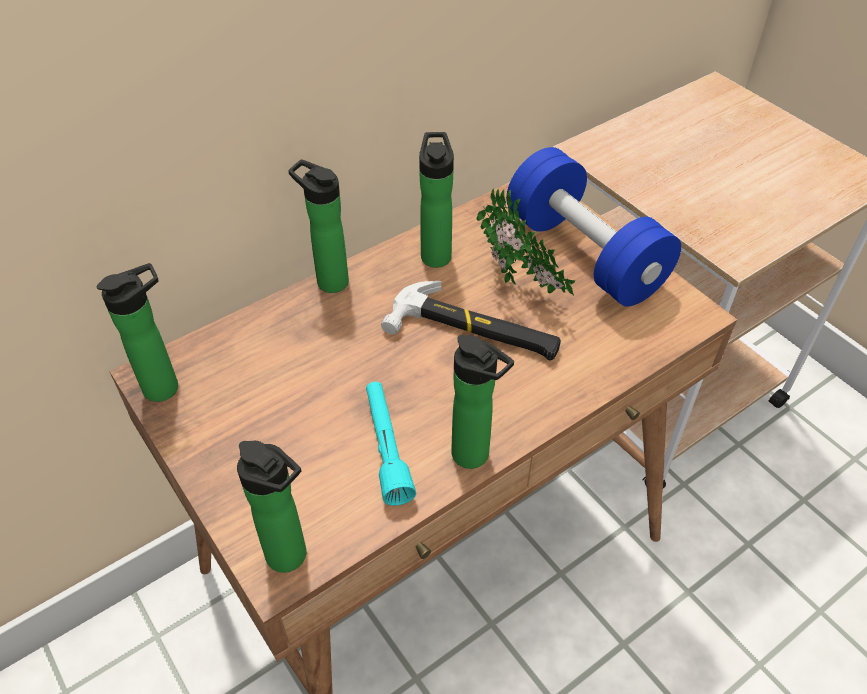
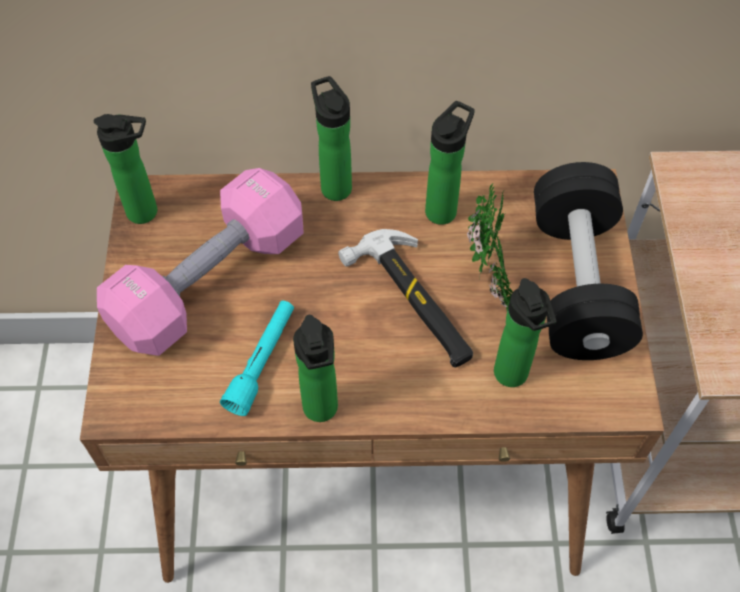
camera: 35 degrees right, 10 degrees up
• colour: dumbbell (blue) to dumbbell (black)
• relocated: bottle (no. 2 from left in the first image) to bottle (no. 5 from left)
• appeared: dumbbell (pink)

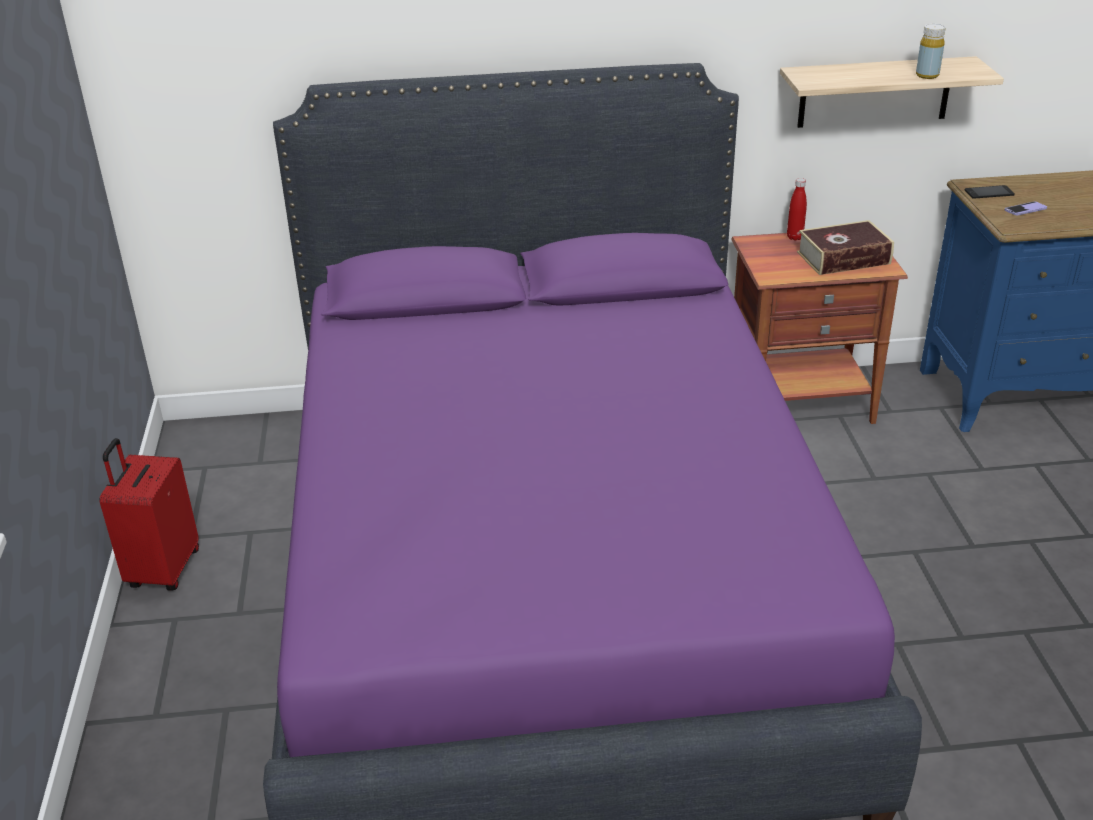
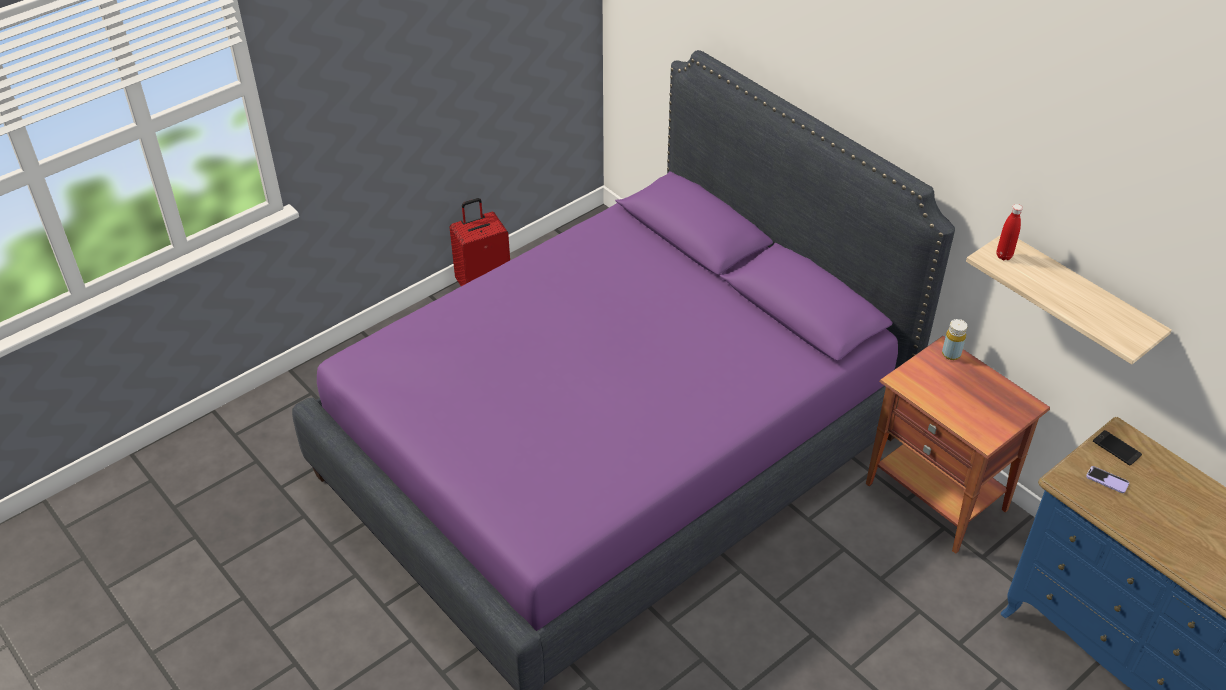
camera: 55 degrees right, 10 degrees up
• relocated: bottle (yellow)
• relocated: bottle (red)
• missing: book

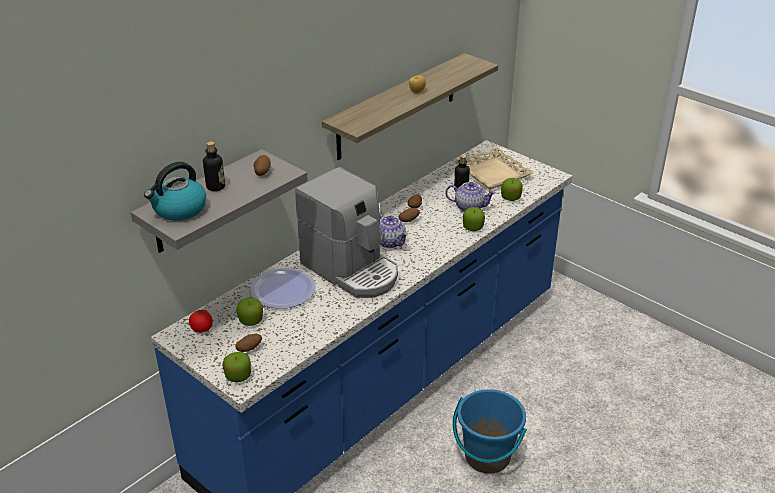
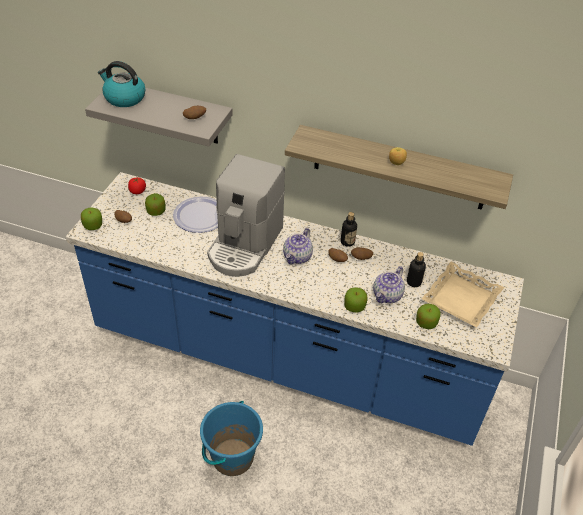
camera: 65 degrees right, 10 degrees up
• relocated: bottle (no. 1 from left)
• spun: teapot (no. 2 from left) 45 degrees clockwise

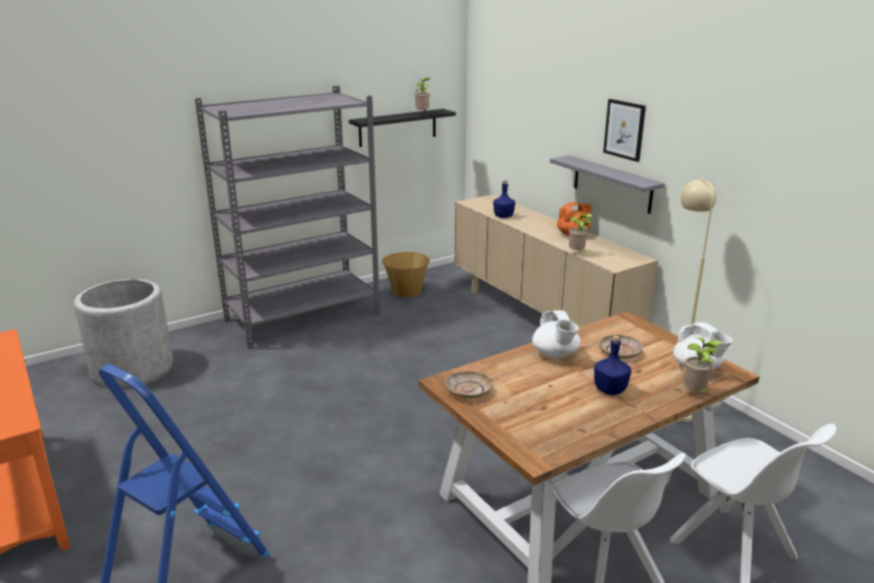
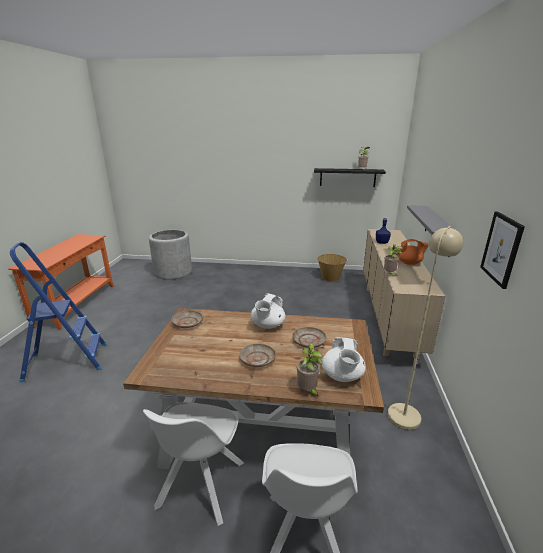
camera: 40 degrees right, 0 degrees up
• missing: bookcase (grey)
• relocated: picture
• exchanged: bottle (blue) (no. 2 from left) to plate (beige) (no. 2 from left)

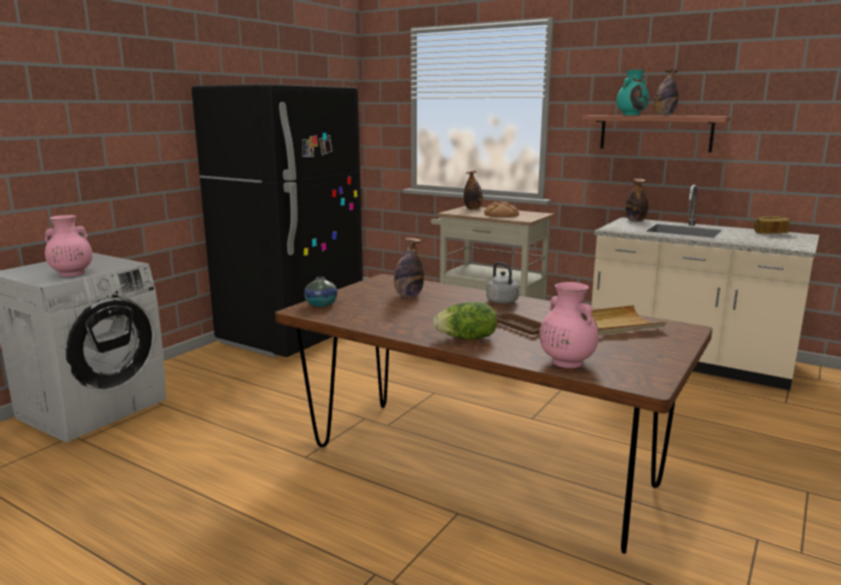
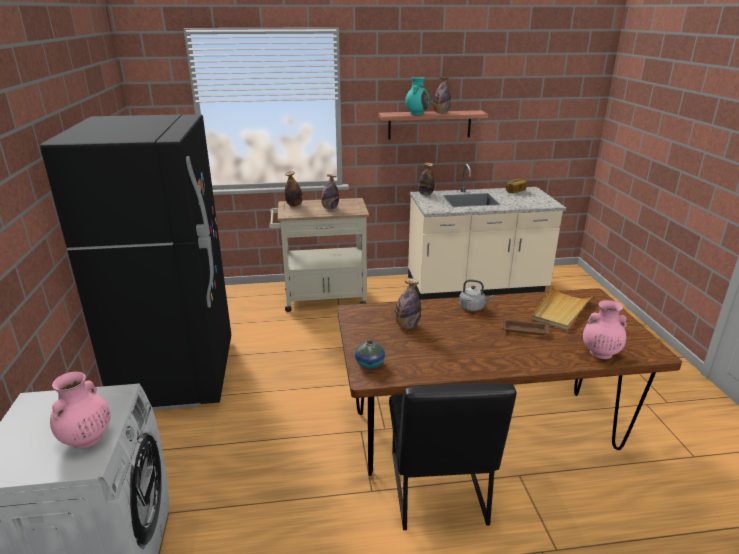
camera: 40 degrees left, 10 degrees up
• exchanged: bread (no. 1 from left) to bottle (no. 2 from left)
• missing: lettuce
• appeared: chair (black)

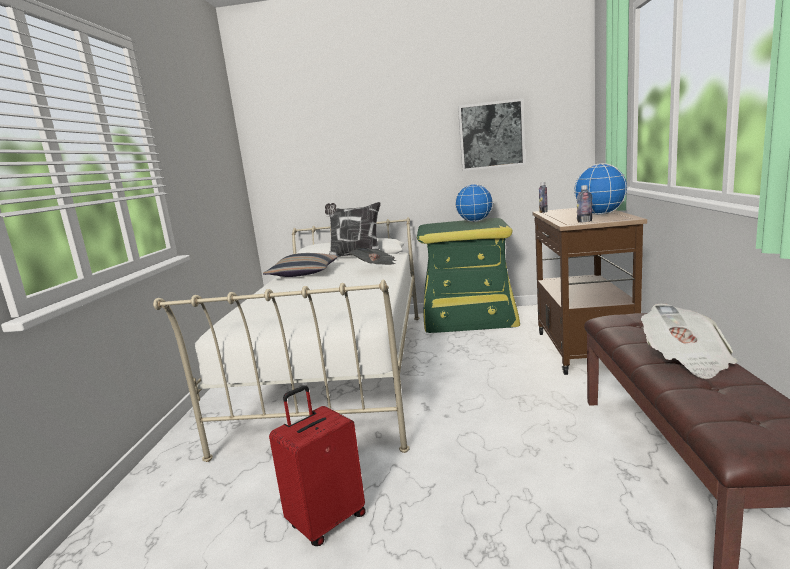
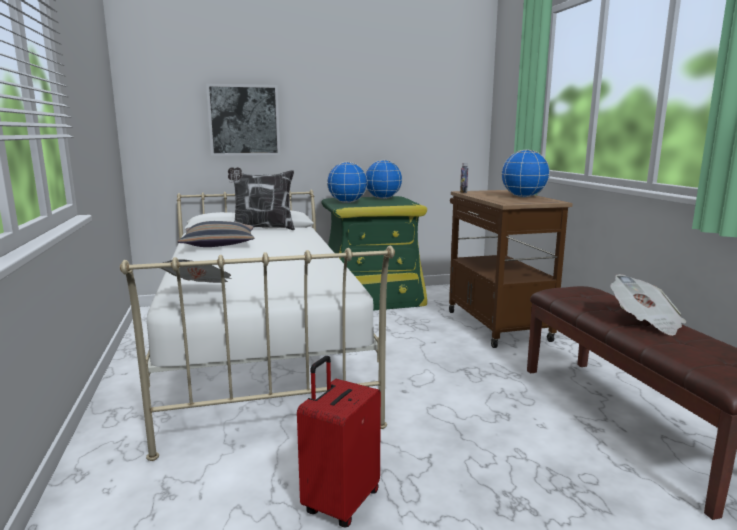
camera: 20 degrees left, 0 degrees up
• relocated: picture
• missing: bottle (no. 2 from left)
• relocated: newspaper (no. 1 from left)
• appeared: globe (no. 1 from left)

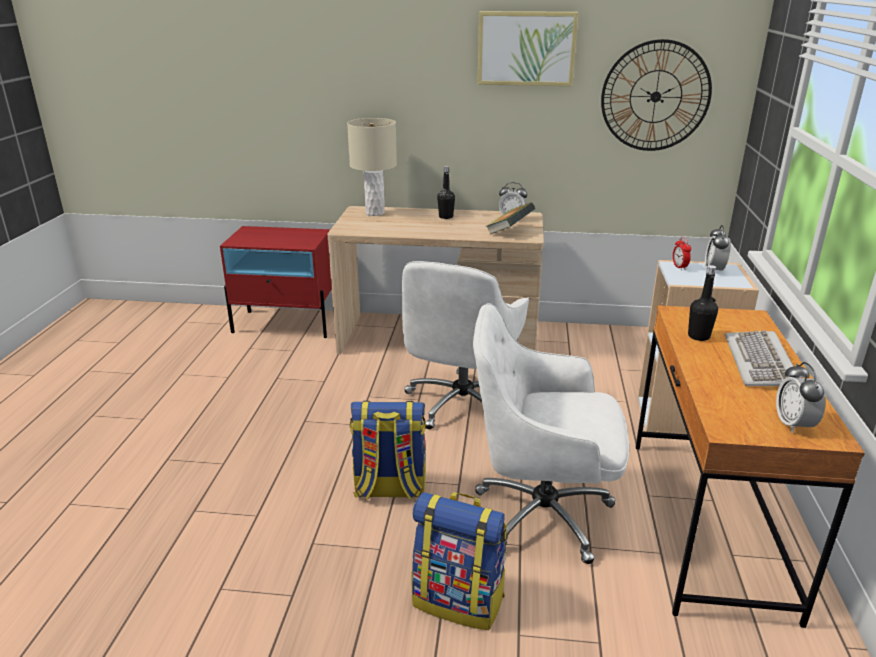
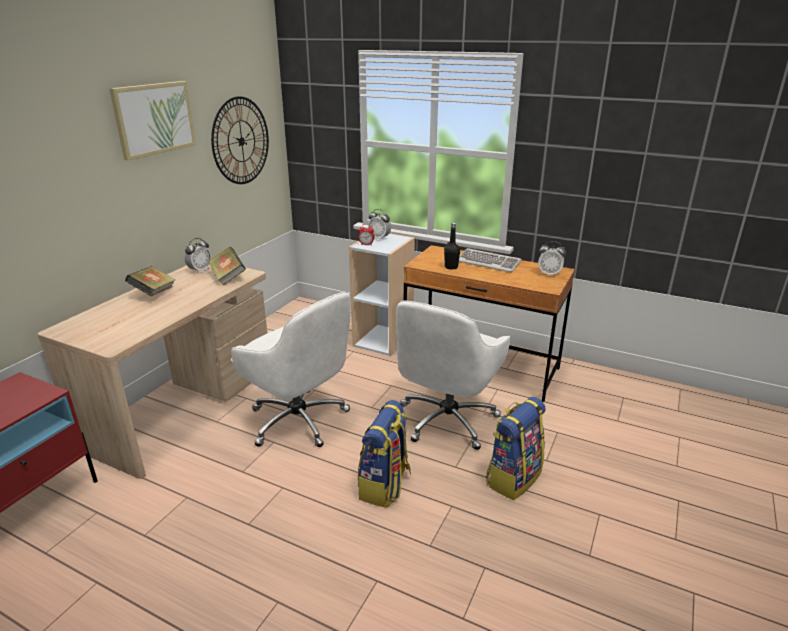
camera: 70 degrees left, 0 degrees up
• missing: table lamp (beige)
• exchanged: bottle (black) (no. 1 from left) to book (no. 1 from left)

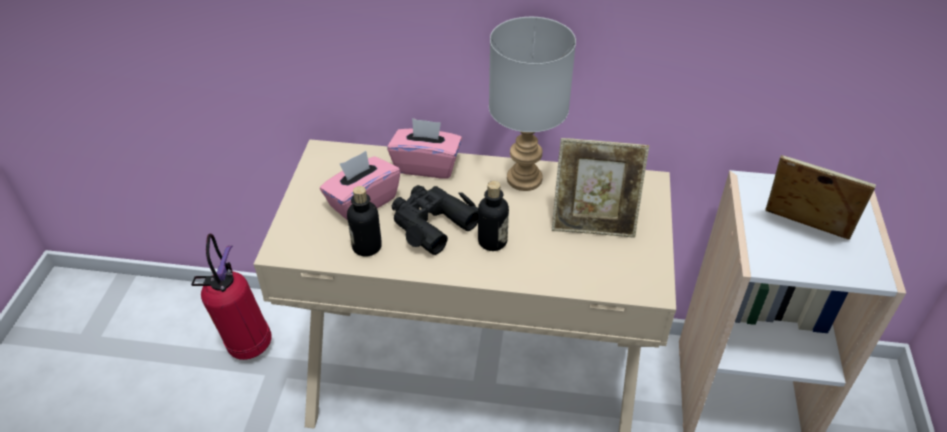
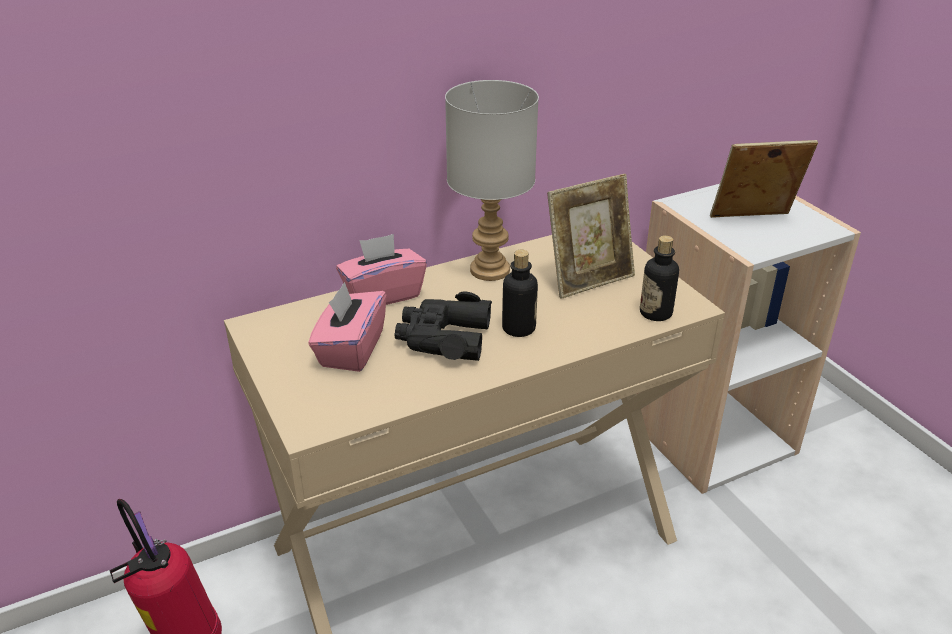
camera: 35 degrees left, 10 degrees down
• relocated: bottle (no. 1 from left in the first image) to bottle (no. 2 from left)

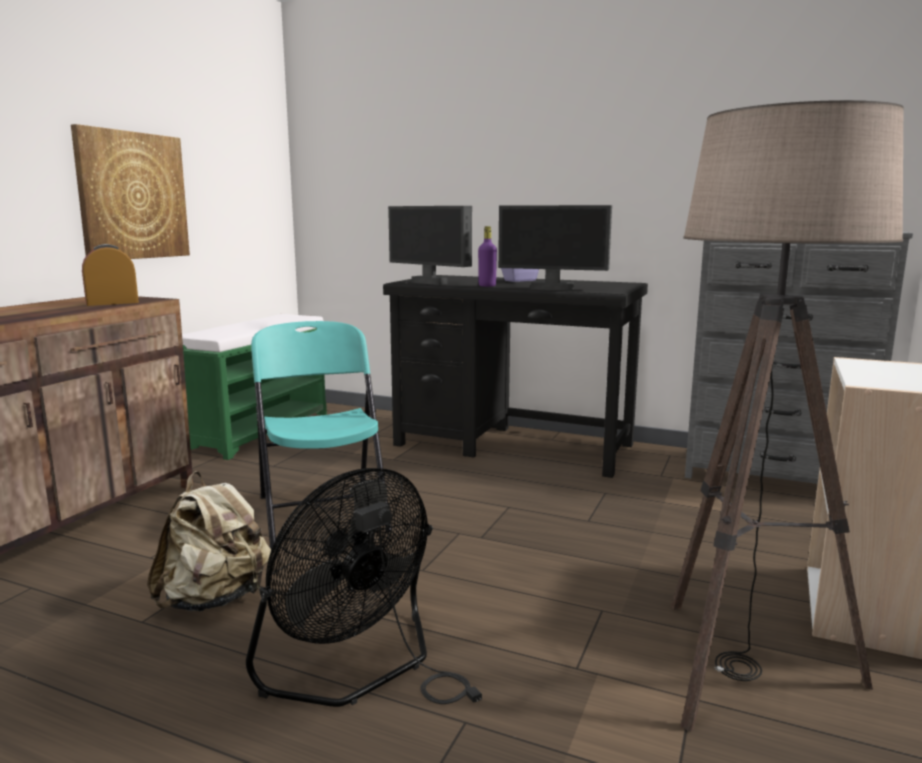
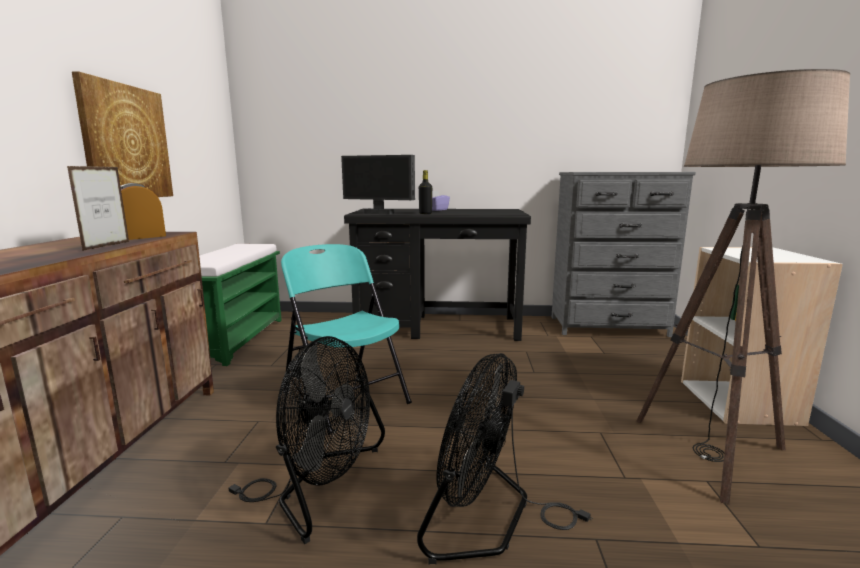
camera: 20 degrees left, 0 degrees up
• missing: monitor (no. 2 from left)
• colour: bottle (purple) to bottle (black)
• exchanged: backpack (beige) to fan (black) (no. 1 from left)
• appeared: picture frame

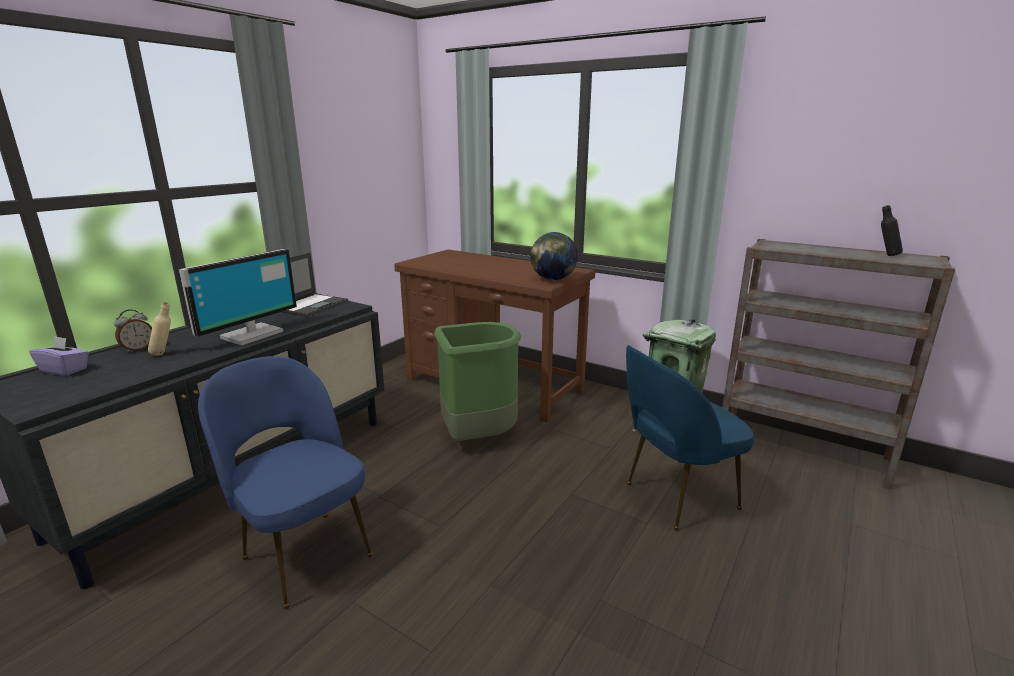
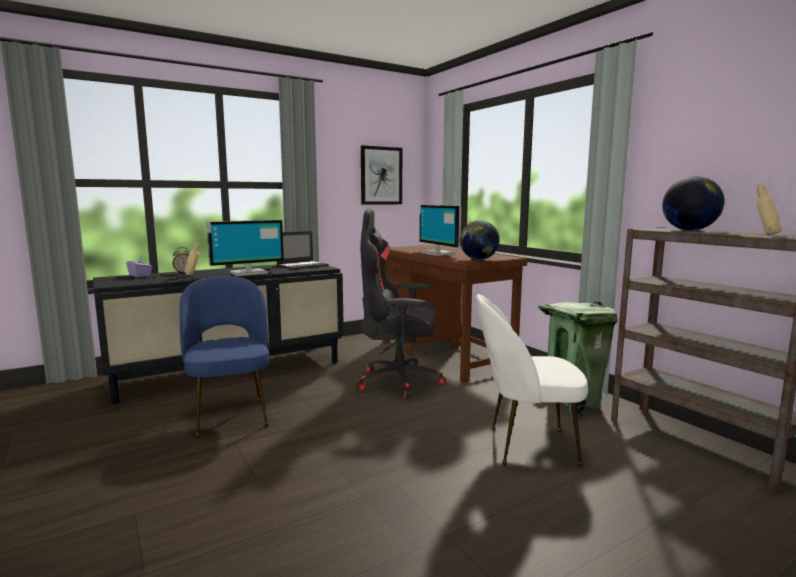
camera: 25 degrees right, 10 degrees down
• colour: bottle (black) to bottle (beige) (no. 2 from left)
• exchanged: trash can (green) (no. 1 from left) to office chair (black)
• colour: chair (blue) (no. 2 from left) to chair (white)
• appeared: picture
• appeared: globe (no. 2 from left)
• appeared: monitor (no. 2 from left)

